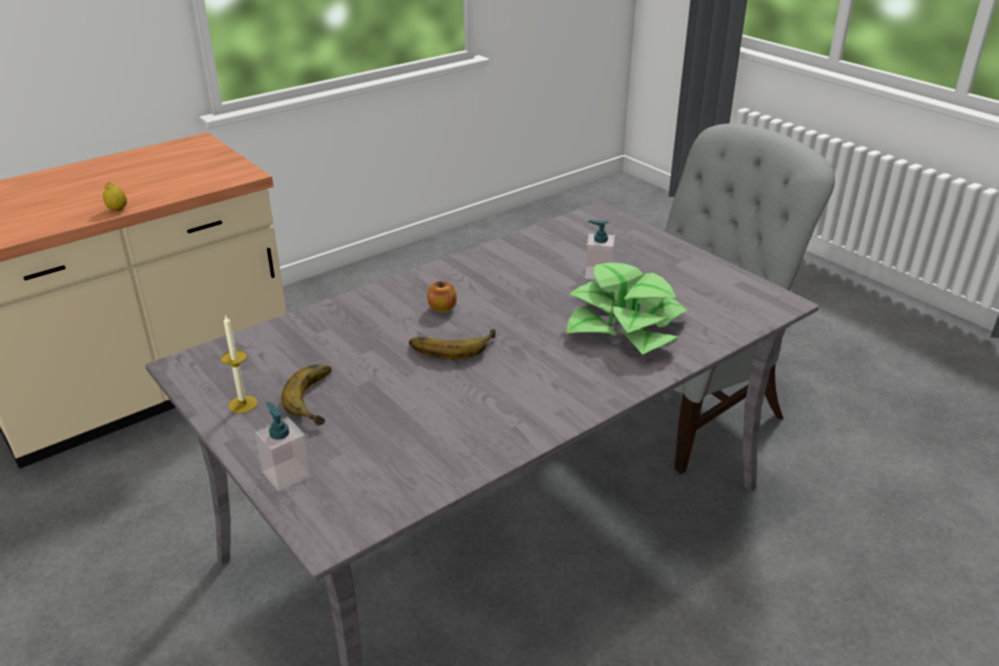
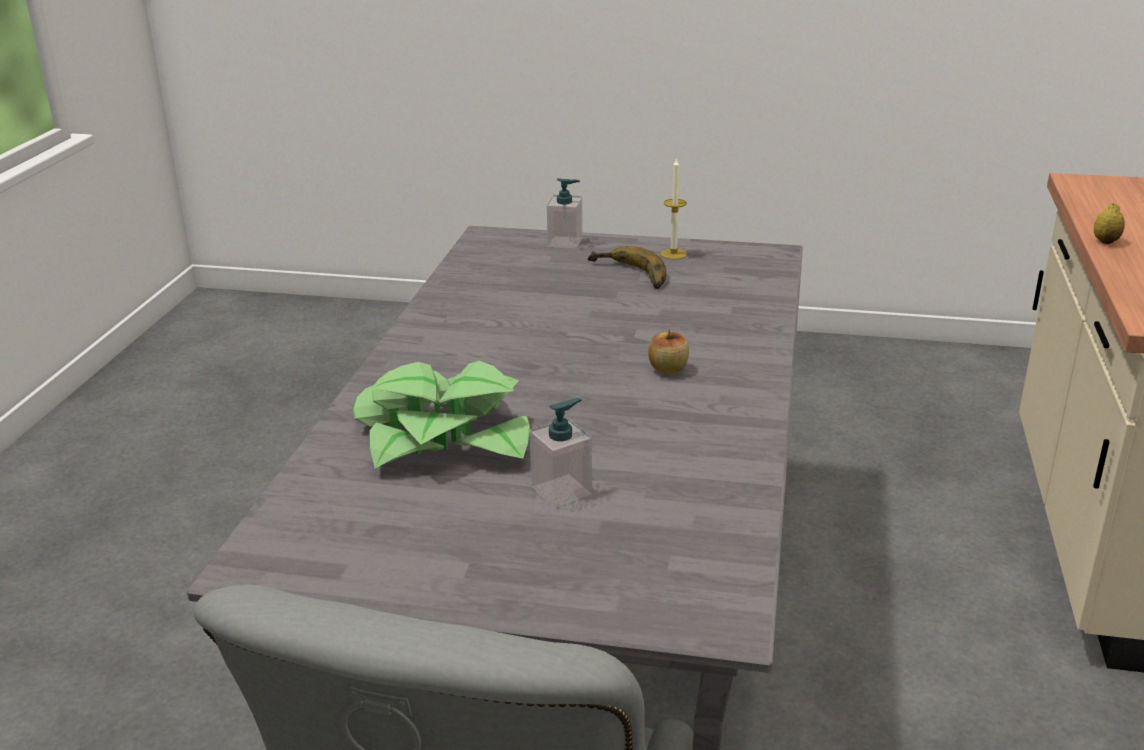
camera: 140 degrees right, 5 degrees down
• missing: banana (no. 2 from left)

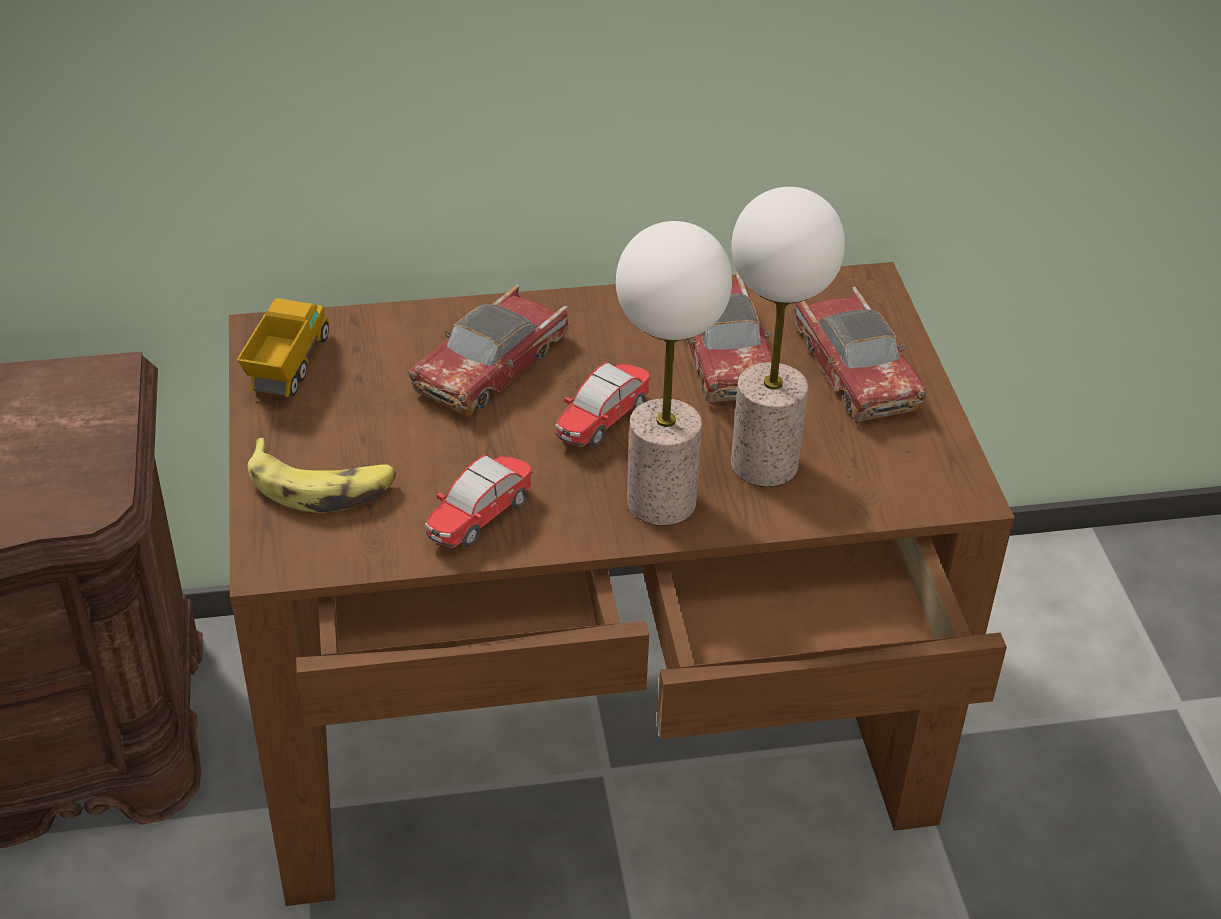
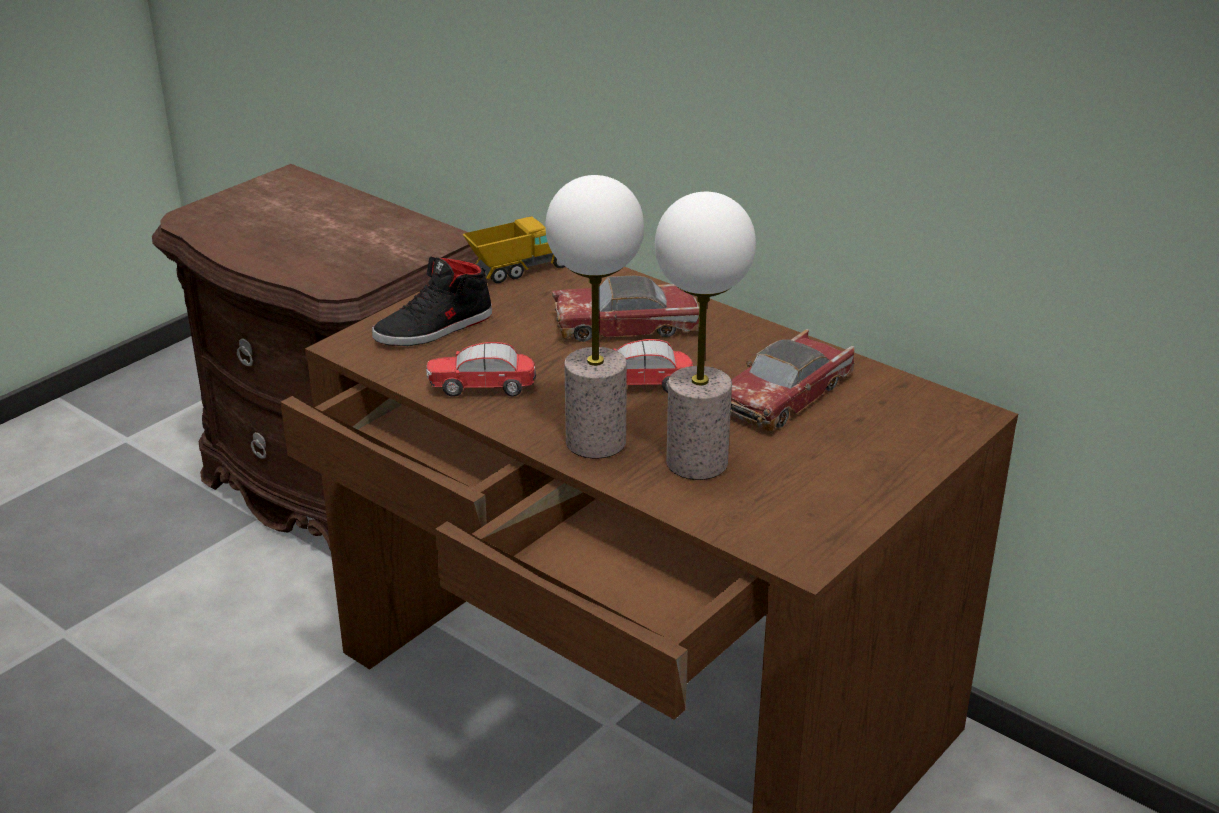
camera: 50 degrees right, 10 degrees down
• missing: toy car (no. 5 from left)
• exchanged: banana to shoe (black)

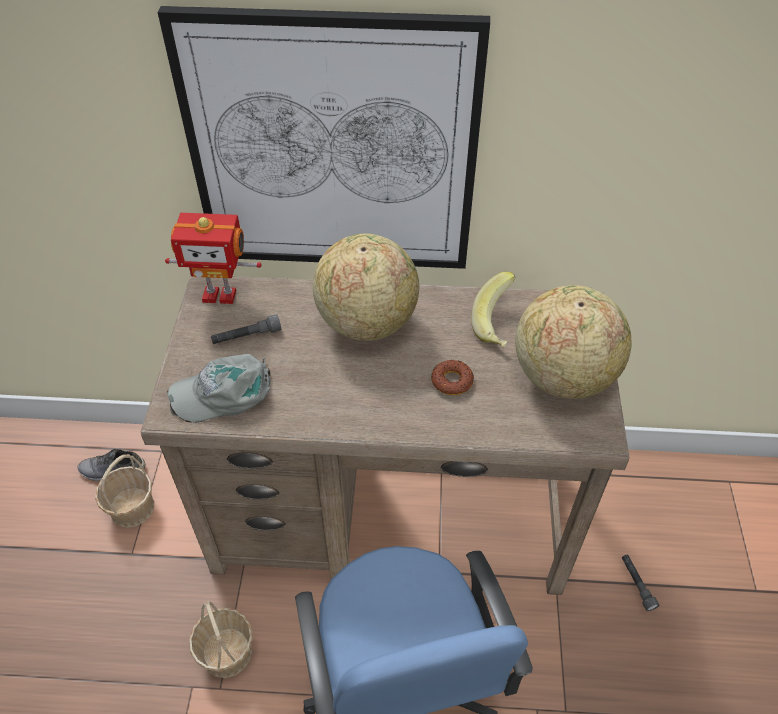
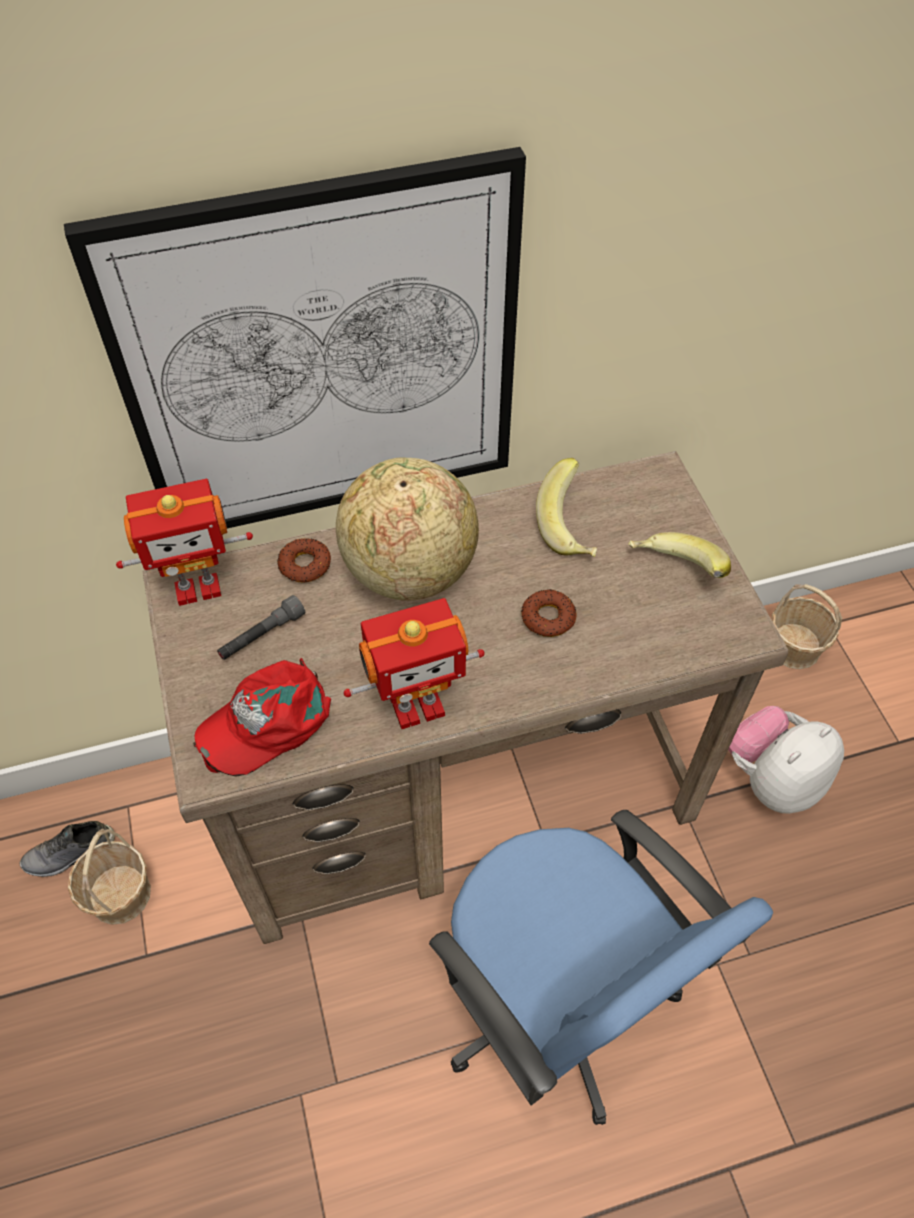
camera: 20 degrees left, 5 degrees up
• exchanged: globe (no. 2 from left) to banana (no. 2 from left)
• colour: cap (grey) to cap (red)
• exchanged: flashlight (grey) (no. 2 from left) to plush toy
• relocated: basket (no. 2 from left)
• appeared: donut (no. 1 from left)
• appeared: toy robot (no. 2 from left)

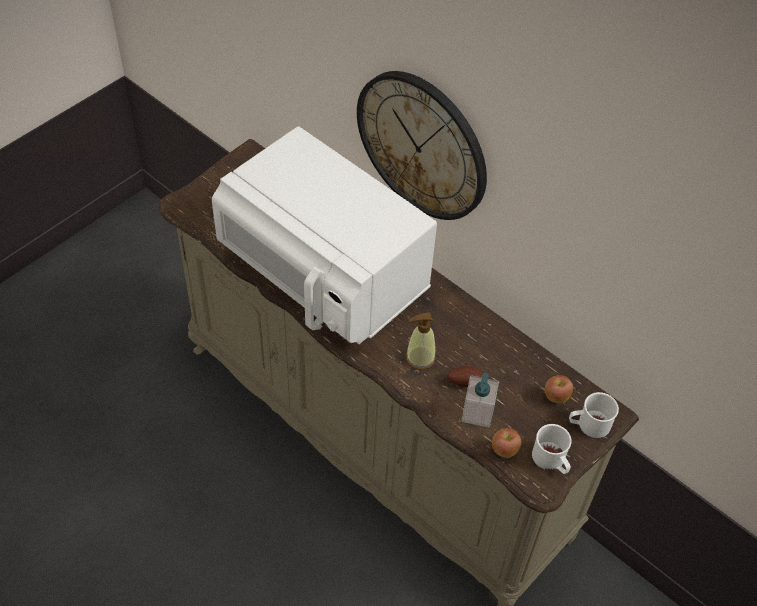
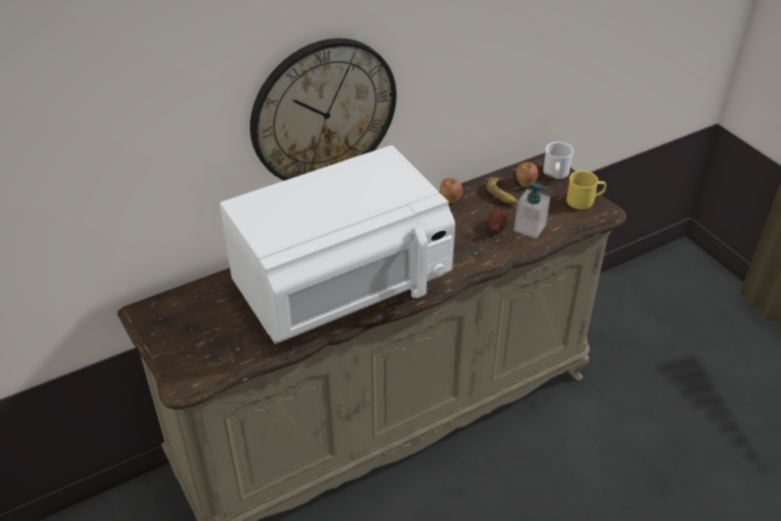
camera: 70 degrees left, 10 degrees down
• missing: soap dispenser (no. 1 from left)
• colour: mug (white) (no. 1 from left) to mug (yellow)
• relocated: apple (no. 1 from left)
• appeared: banana

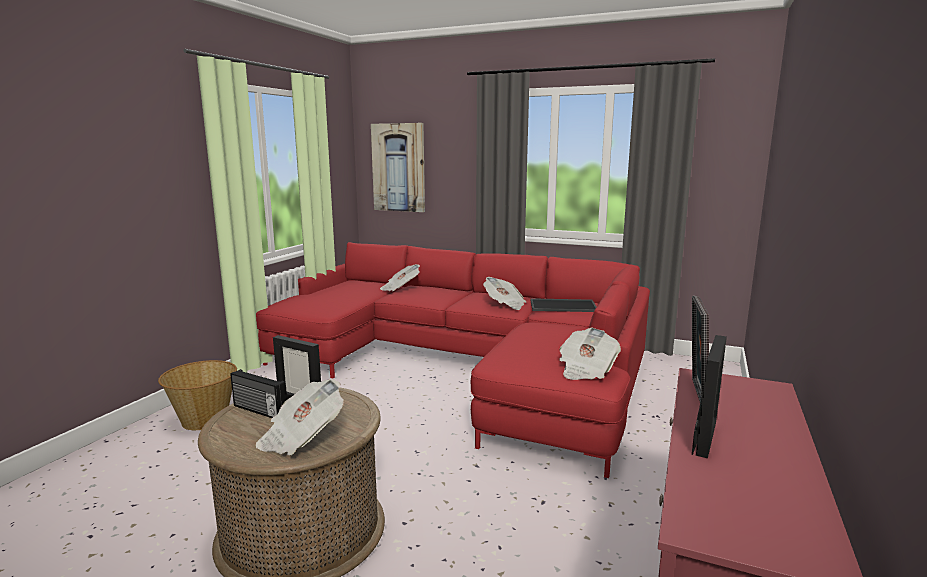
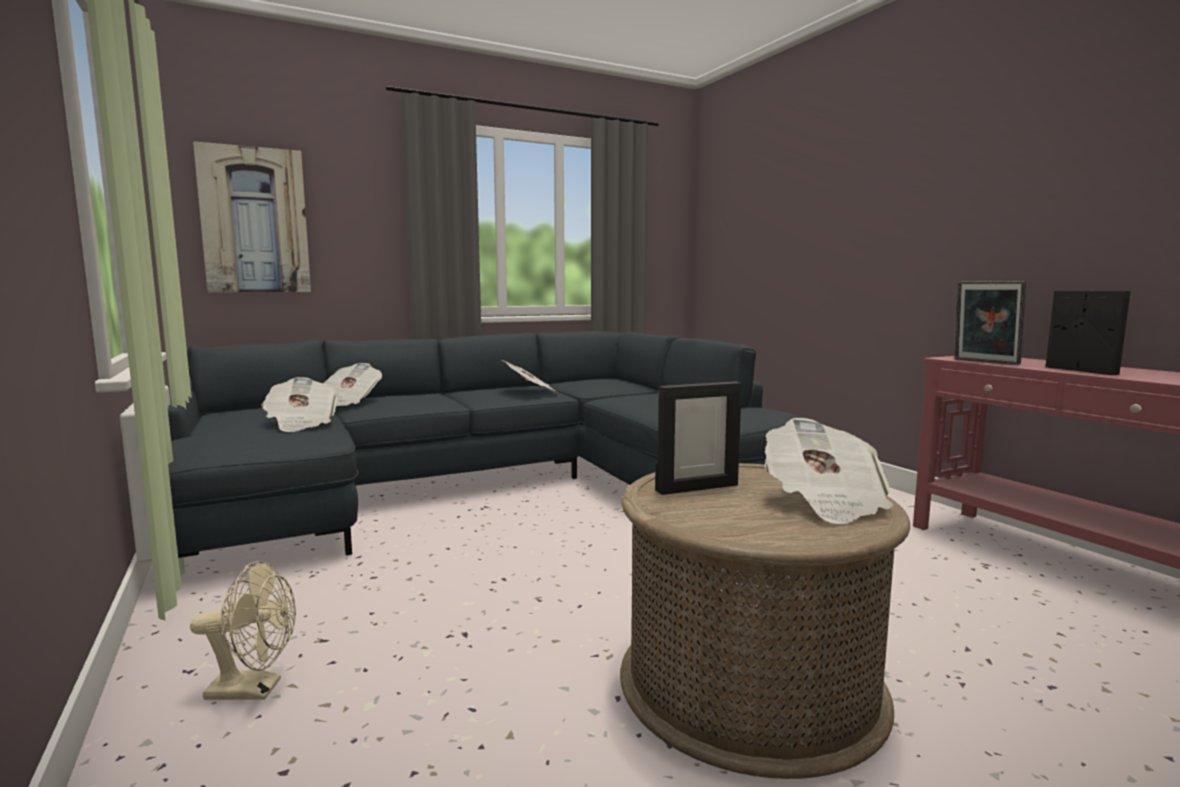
camera: 50 degrees left, 5 degrees down
• colour: sofa (red) to sofa (grey)
• missing: tray
• relocated: newspaper (no. 4 from left in the first image) to newspaper (no. 1 from left)
• exchanged: basket to fan (beige)
• missing: radio

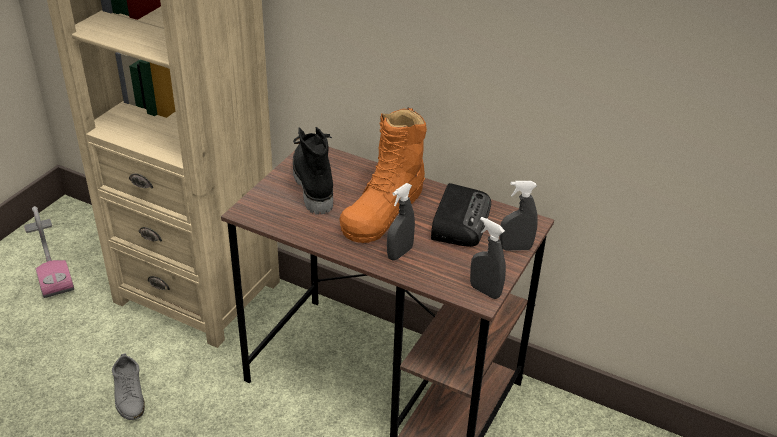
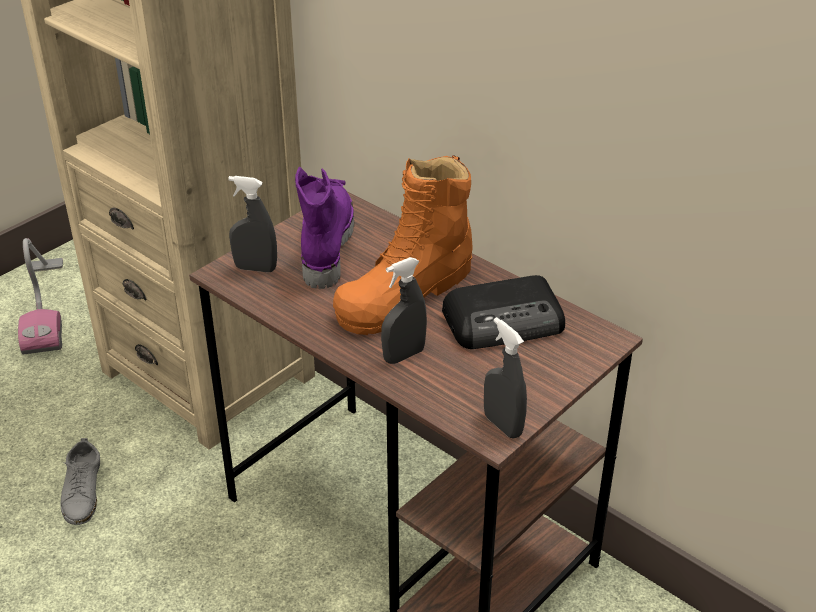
camera: 15 degrees right, 0 degrees up
• colour: boot (black) to boot (purple)
• relocated: spray bottle (grey) (no. 3 from left in the first image) to spray bottle (grey) (no. 1 from left)
• spun: radio 45 degrees clockwise

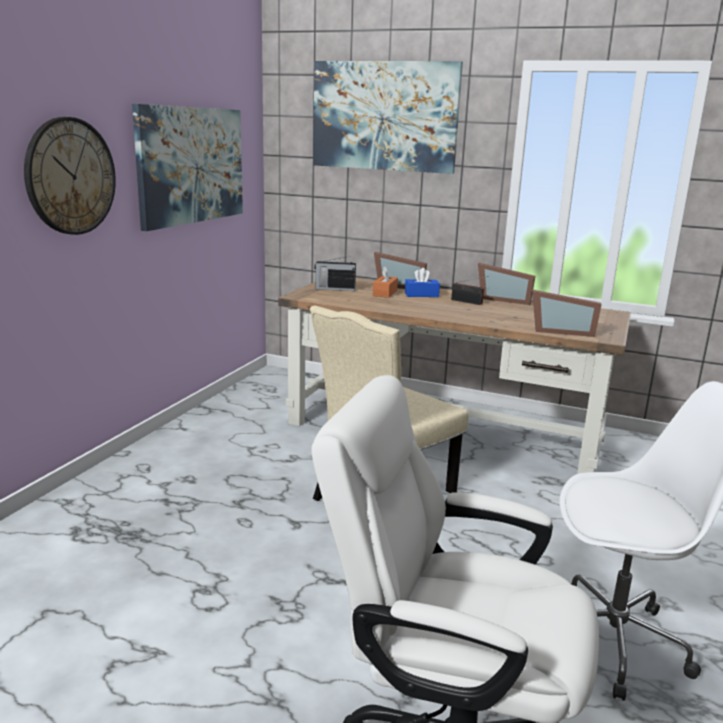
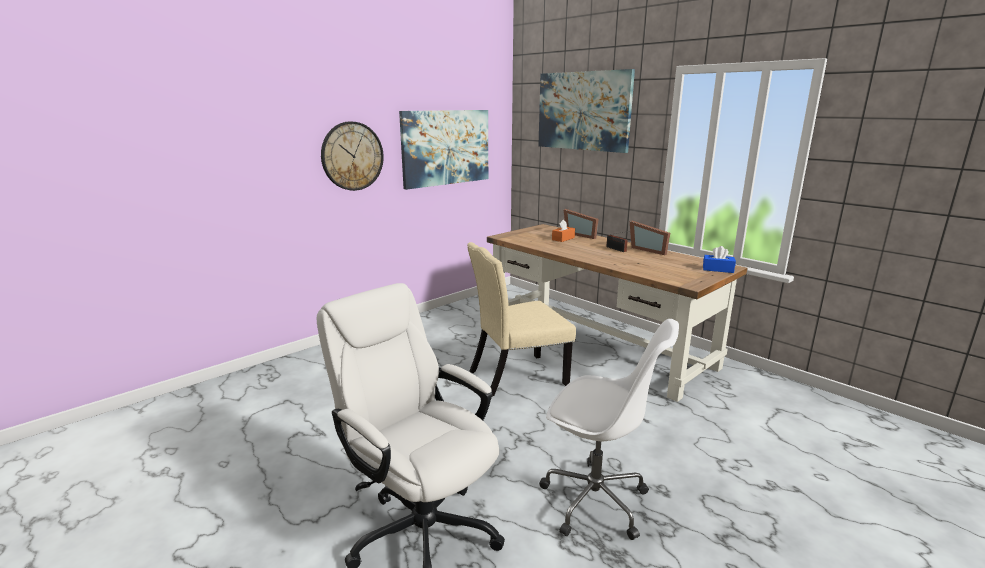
camera: 25 degrees right, 0 degrees up
• missing: radio (no. 1 from left)
• relocated: tissue box (blue)
• missing: picture frame (no. 3 from left)

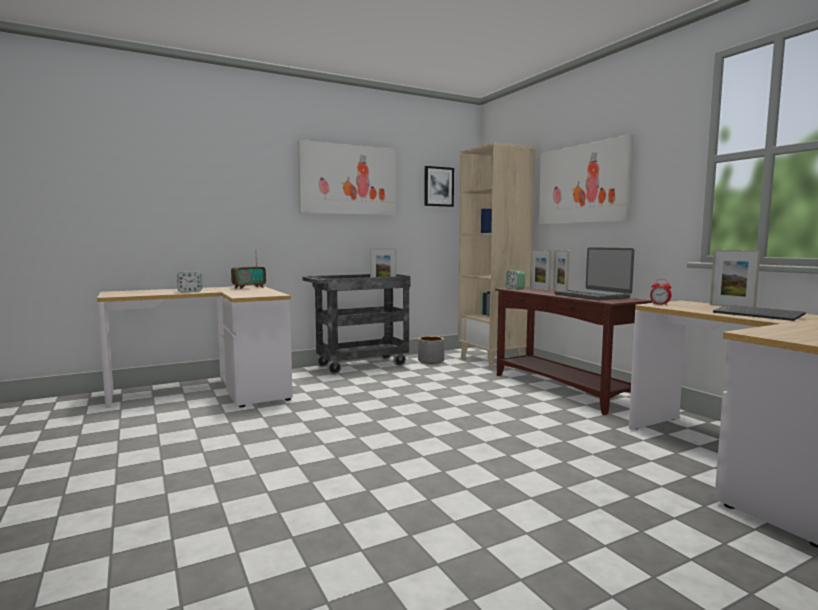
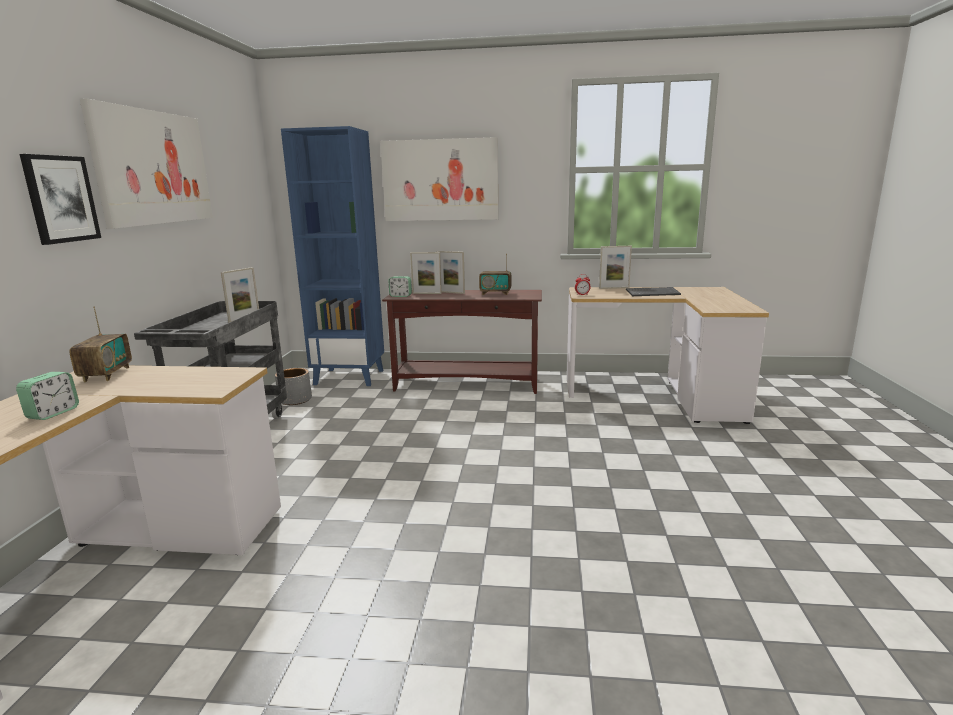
camera: 55 degrees left, 10 degrees up
• colour: bookcase (beige) to bookcase (blue)
• relocated: picture (no. 2 from left in the first image) to picture (no. 1 from left)
• exchanged: laptop to radio (no. 2 from left)

